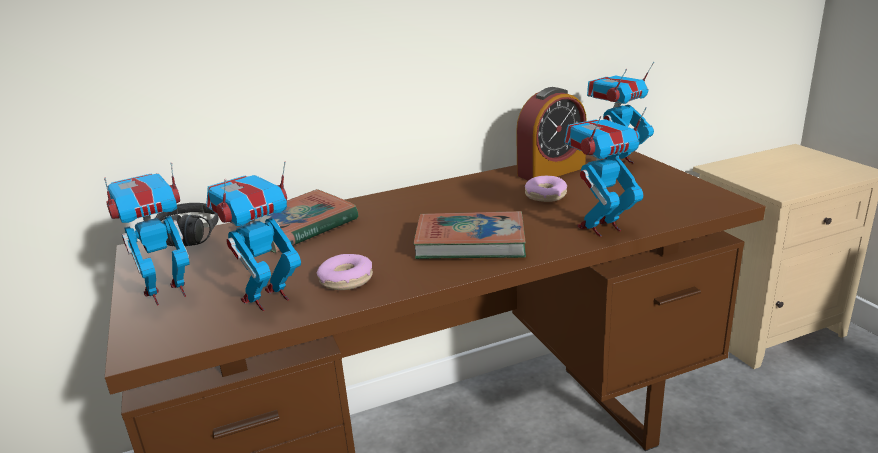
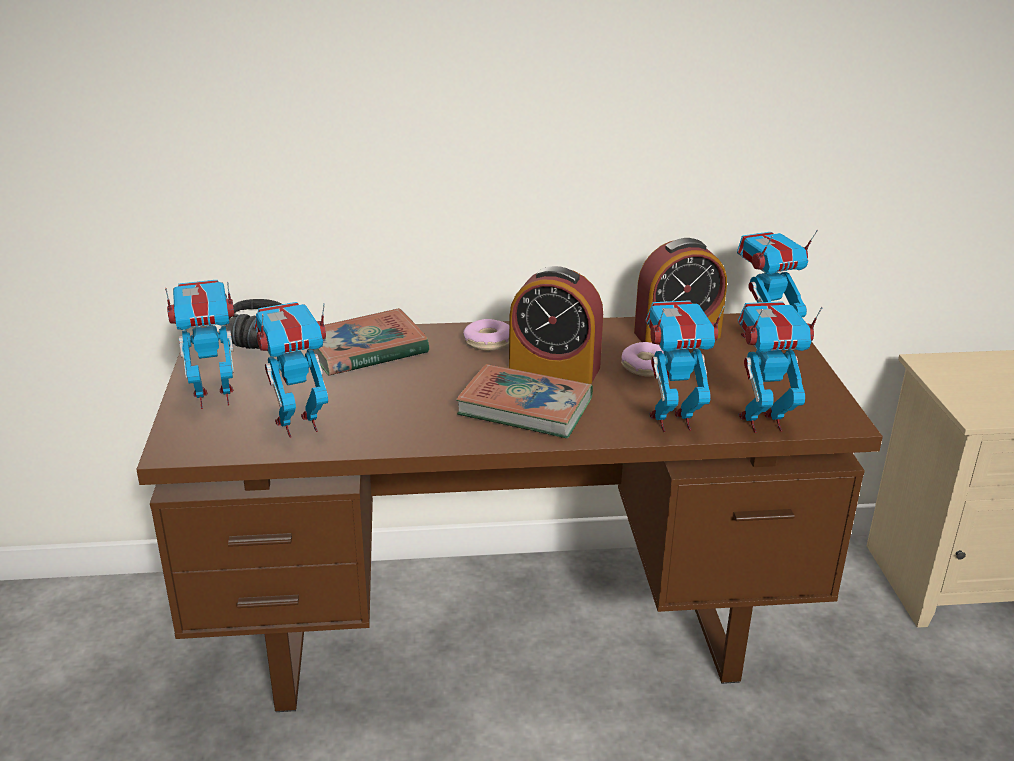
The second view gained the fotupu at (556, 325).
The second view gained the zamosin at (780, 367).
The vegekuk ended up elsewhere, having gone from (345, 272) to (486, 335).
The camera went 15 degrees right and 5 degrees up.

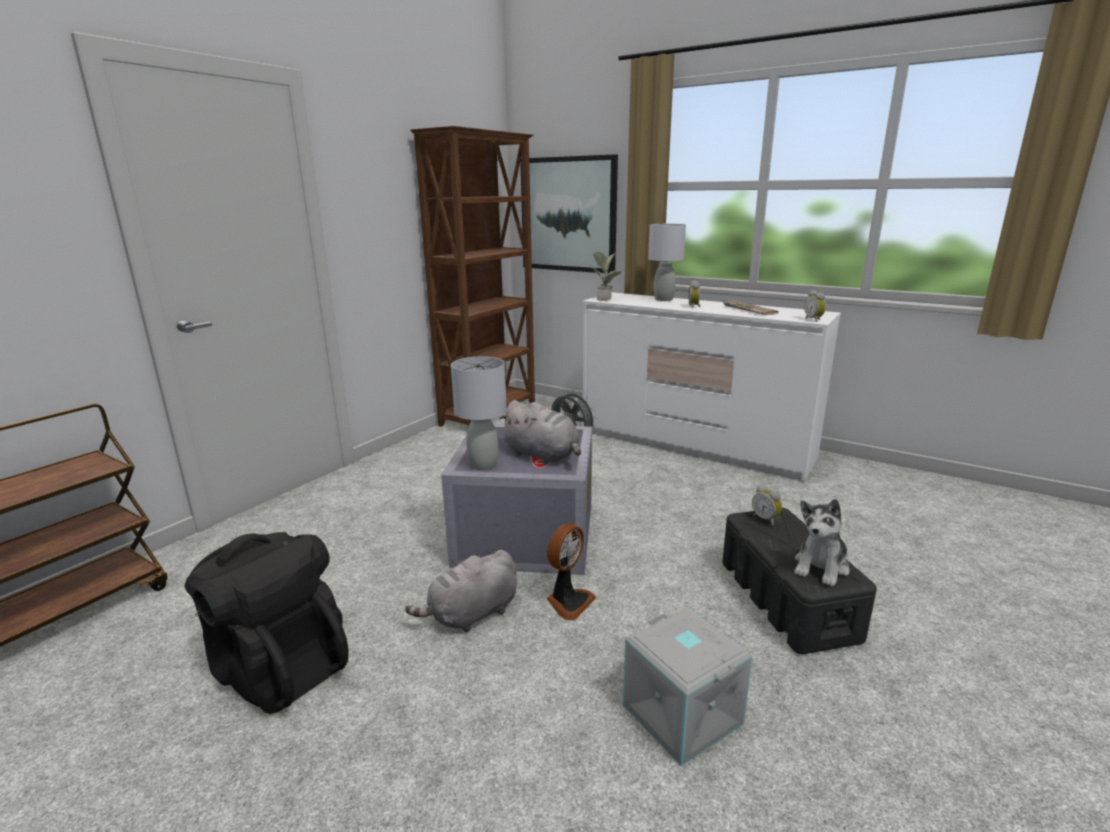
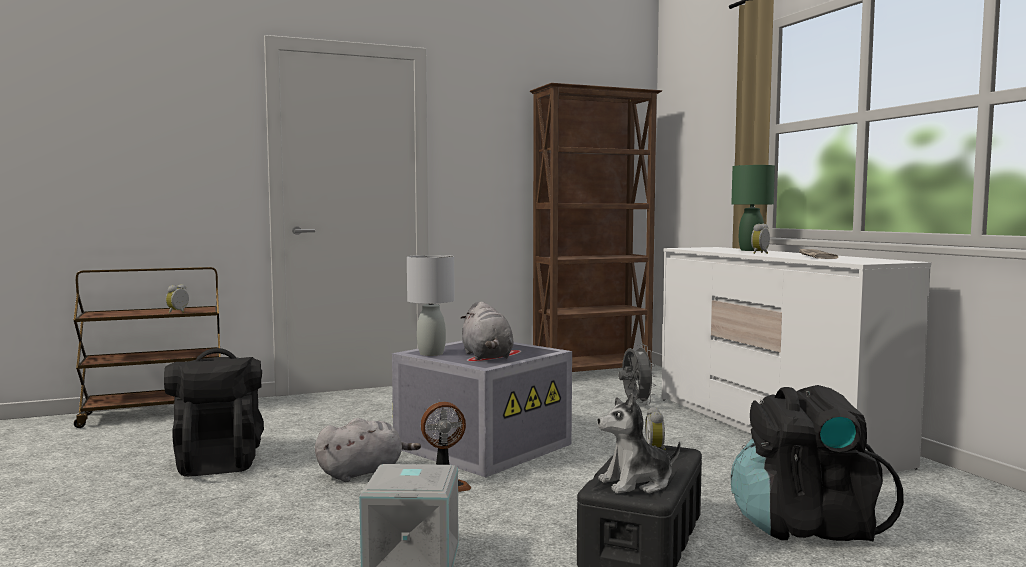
The second view lost the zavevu at (569, 214).
The second view lost the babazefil at (607, 276).
The second view gained the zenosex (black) at (817, 463).
The fotupu ended up elsewhere, having gone from (815, 306) to (177, 298).
What was the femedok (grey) at (667, 262) turned into the femedok (green) at (753, 208).
The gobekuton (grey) at (461, 591) ended up facing another way, 150 degrees clockwise from before.
The camera went 35 degrees right and 15 degrees down.

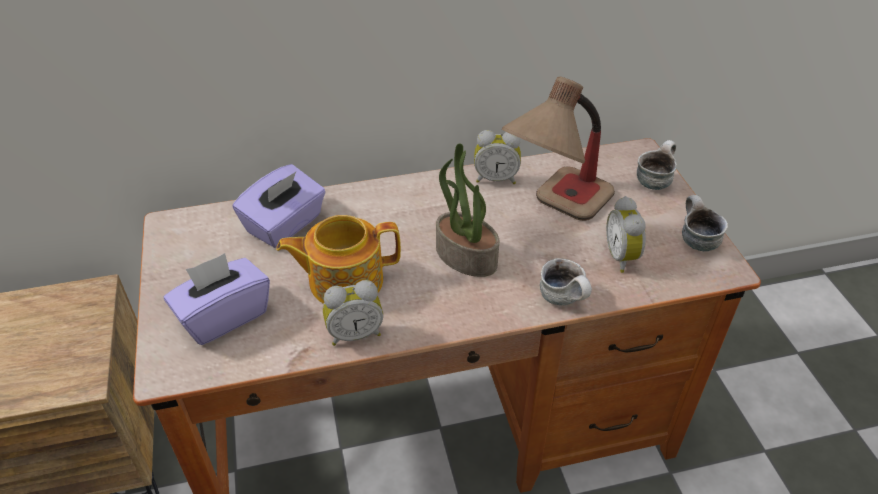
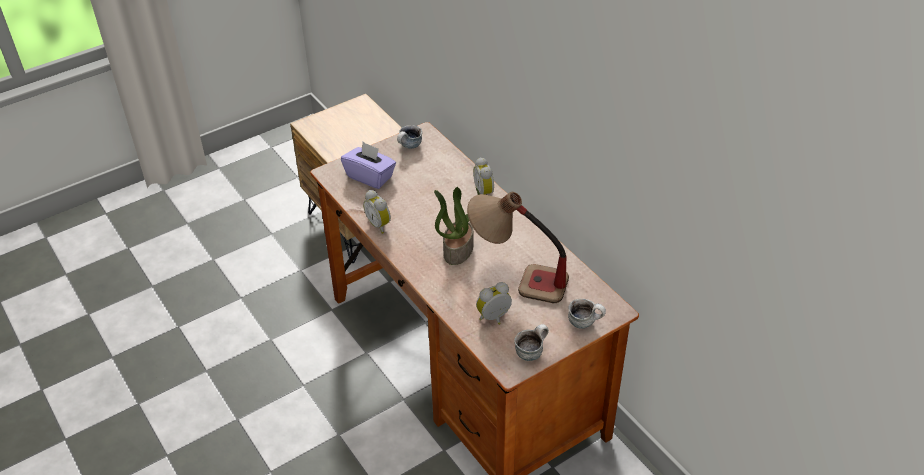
The second view lost the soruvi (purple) at (279, 206).
The second view lost the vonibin at (338, 259).
The fotupu ended up elsewhere, having gone from (497, 157) to (483, 176).
The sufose ended up elsewhere, having gone from (566, 281) to (409, 137).
The camera went 70 degrees right and 0 degrees up.

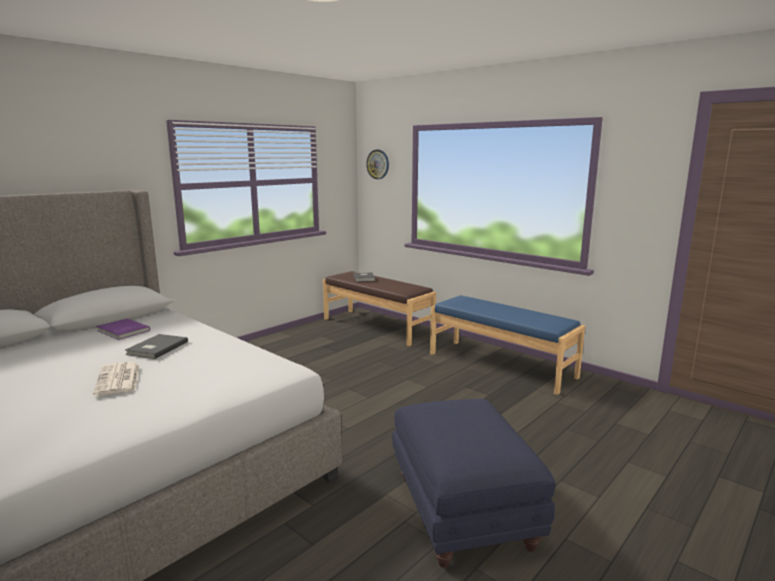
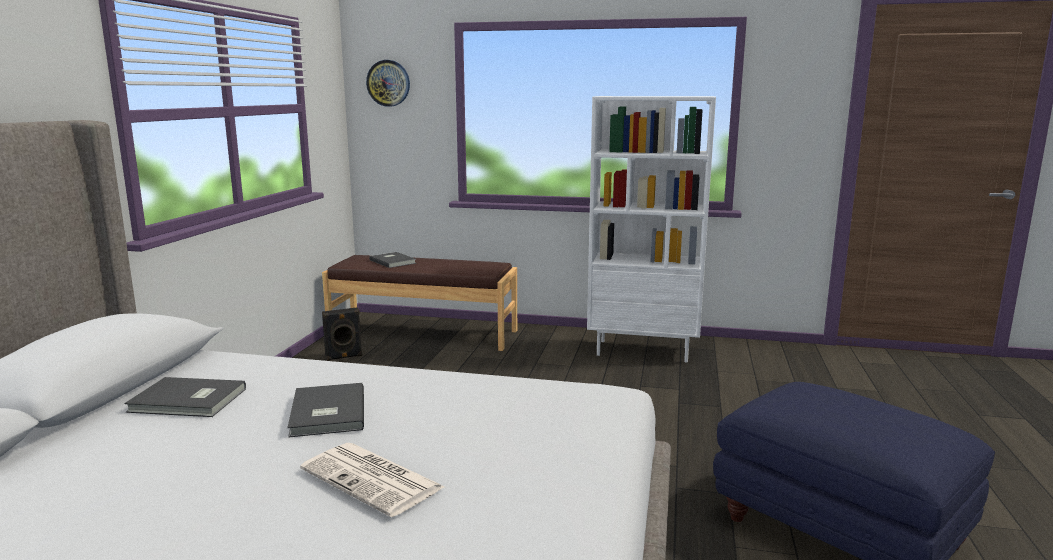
The second view gained the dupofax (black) at (342, 334).
Where the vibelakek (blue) stood at (507, 345), the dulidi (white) came to stand at (651, 229).
What was the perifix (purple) at (123, 329) turned into the perifix (grey) at (185, 397).
The camera went 30 degrees left and 0 degrees up.

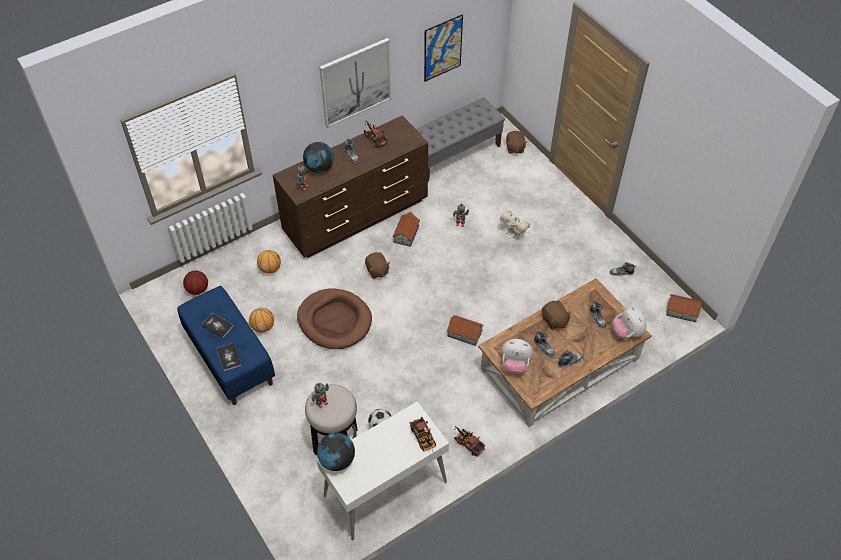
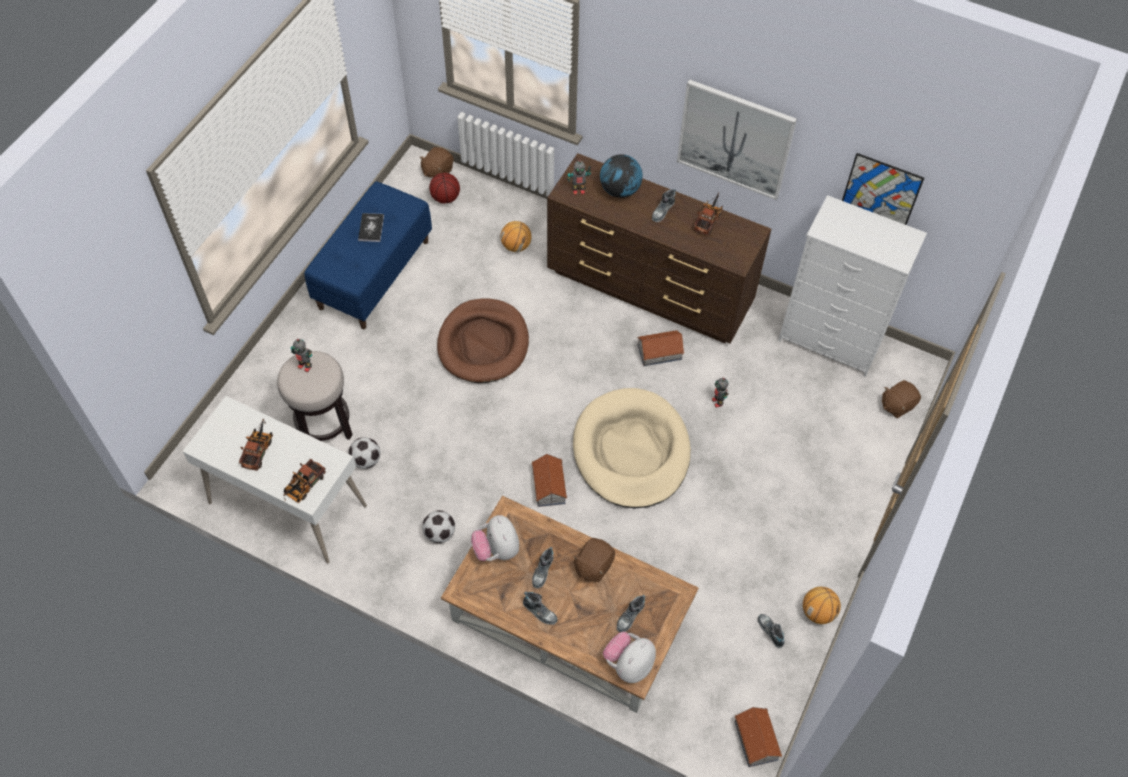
The second view lost the perifix at (228, 357).
The second view lost the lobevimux at (336, 452).
The second view lost the zamosin at (515, 225).
The second view gained the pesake at (438, 526).
The second view gained the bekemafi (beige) at (632, 448).
The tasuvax ended up elsewhere, having gone from (261, 320) to (822, 605).
The gobekuton (brown) ended up elsewhere, having gone from (377, 265) to (436, 162).
The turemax ended up elsewhere, having gone from (469, 441) to (256, 445).
Where the vibelakek (grey) stood at (460, 139), the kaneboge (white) came to stand at (852, 286).
The camera went 60 degrees right and 5 degrees up.

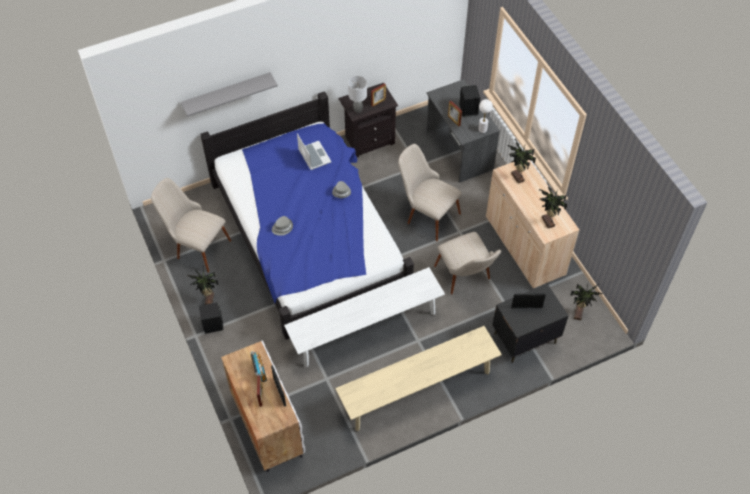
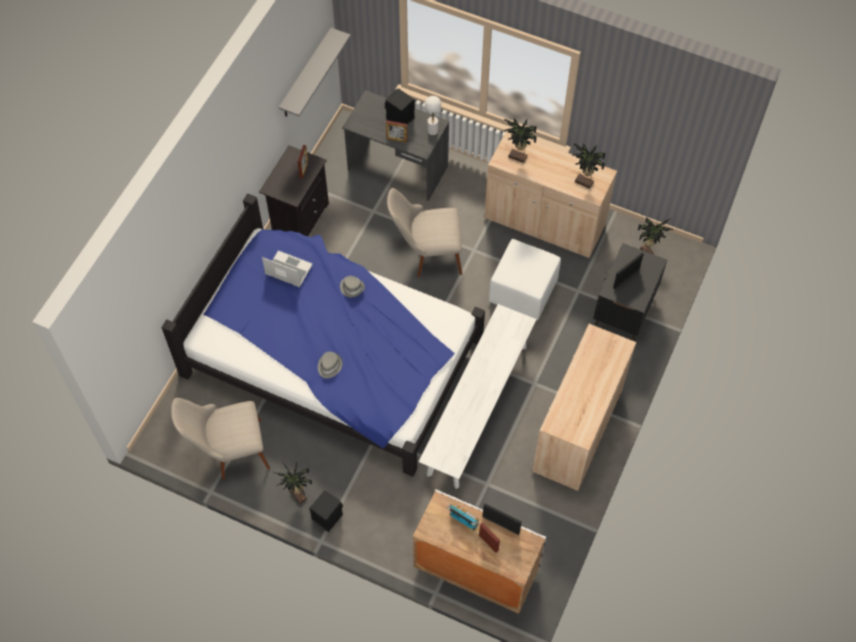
The second view lost the femedok (grey) at (357, 94).
The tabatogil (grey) ended up elsewhere, having gone from (229, 94) to (314, 72).
Where the vibelakek (beige) stood at (418, 378), the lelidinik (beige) came to stand at (584, 407).
Where the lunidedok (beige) stood at (467, 263), the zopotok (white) came to stand at (525, 280).
The camera went 40 degrees left and 5 degrees up.

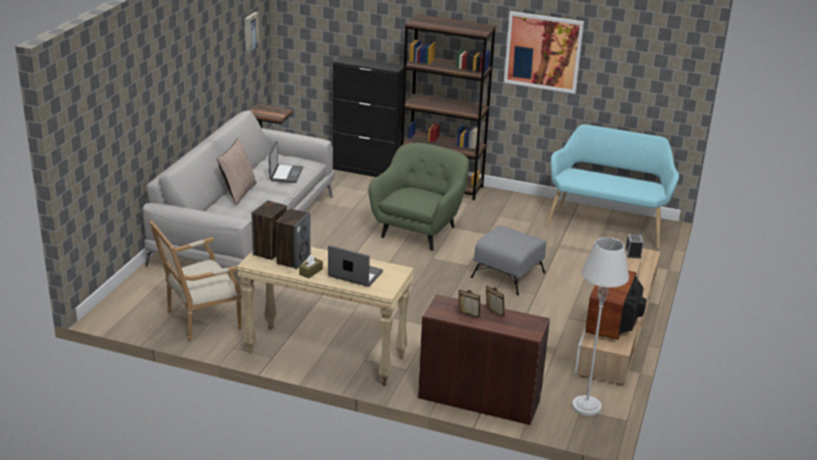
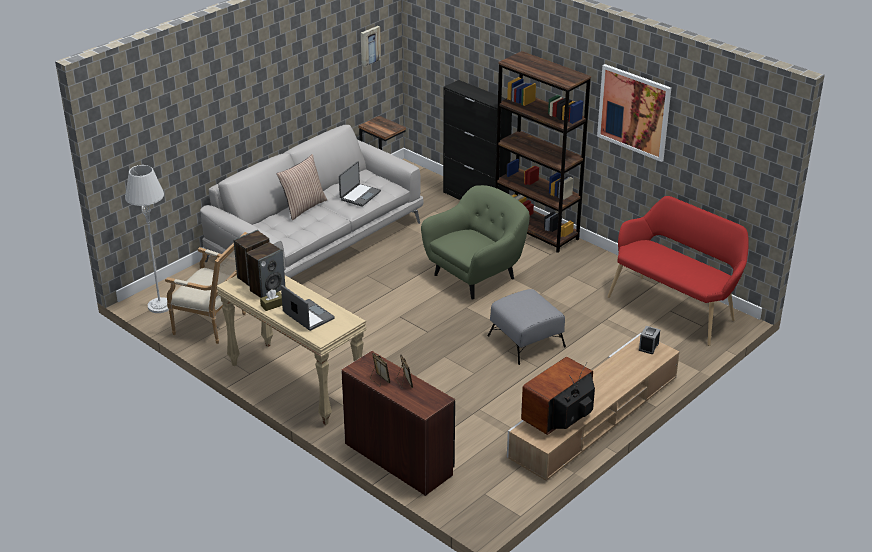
The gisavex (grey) ended up elsewhere, having gone from (600, 326) to (147, 239).
What was the vibelakek (turquoise) at (612, 186) turned into the vibelakek (red) at (678, 271).
The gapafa at (195, 280) ended up facing another way, 150 degrees counterclockwise from before.
The camera went 25 degrees right and 5 degrees up.

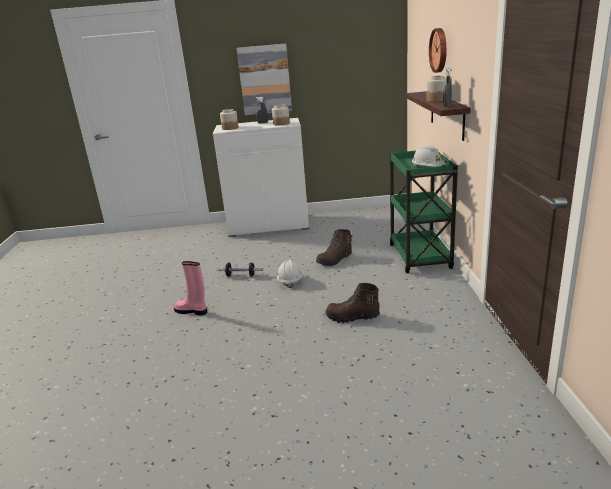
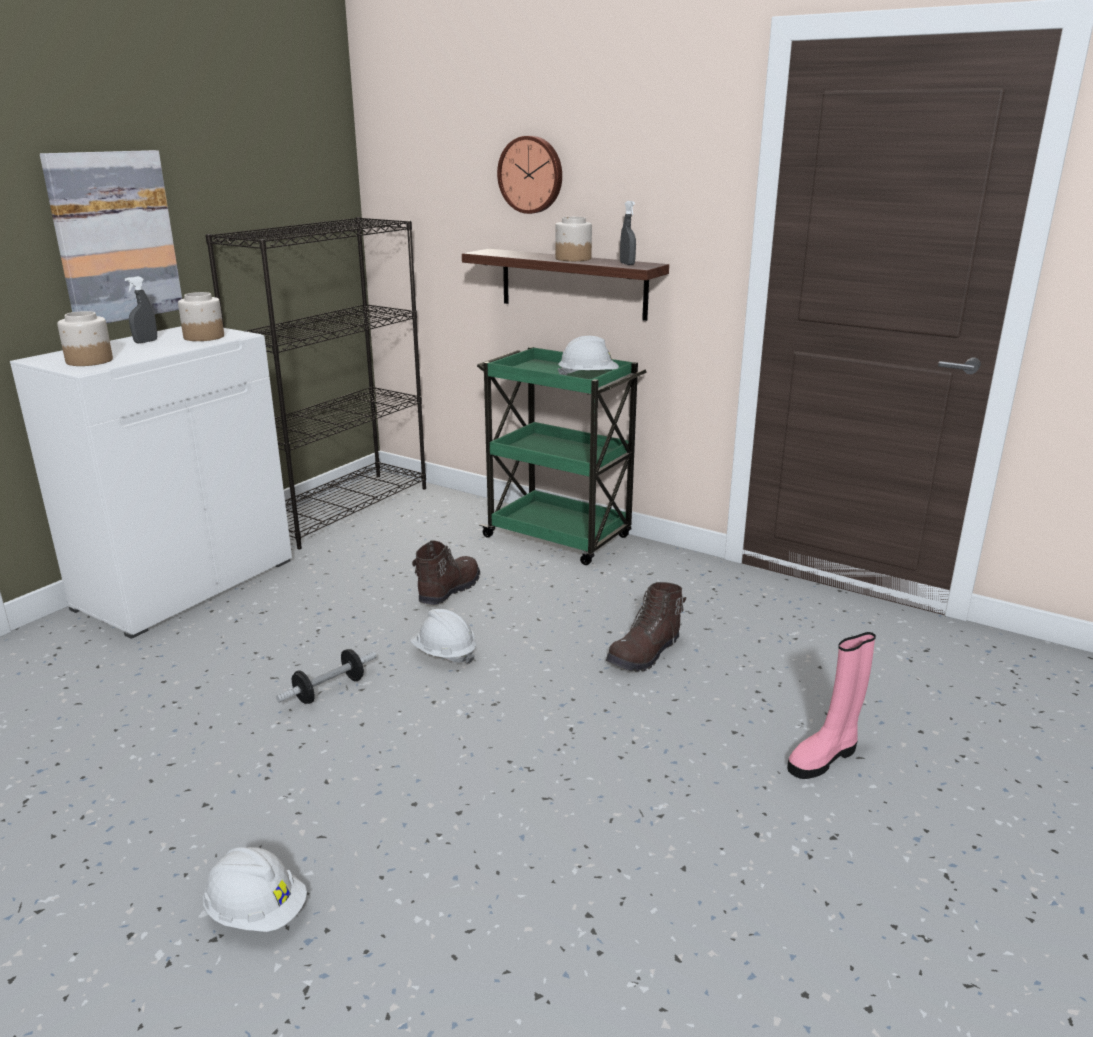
The second view gained the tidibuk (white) at (254, 889).
The second view gained the dulidi (black) at (315, 383).
The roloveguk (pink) ended up elsewhere, having gone from (190, 288) to (831, 705).
The roloveguk (brown) at (334, 247) ended up facing another way, 150 degrees counterclockwise from before.
The camera went 55 degrees left and 0 degrees up.

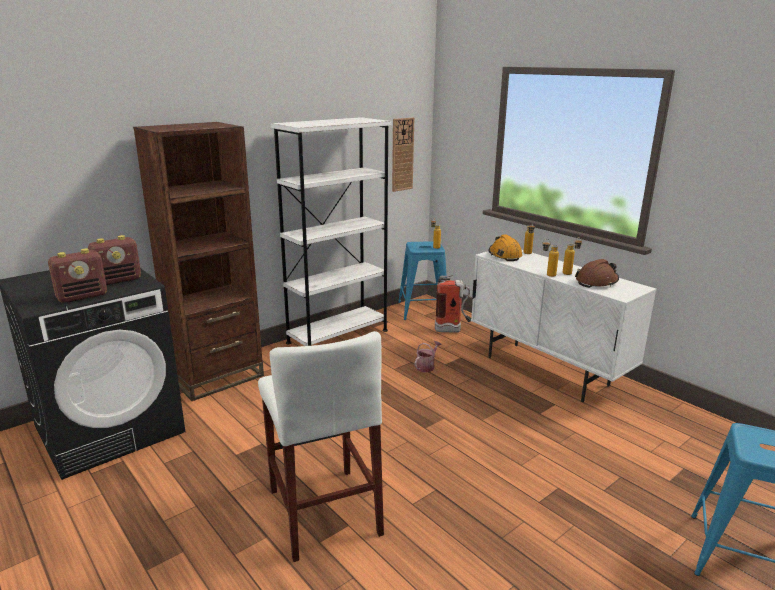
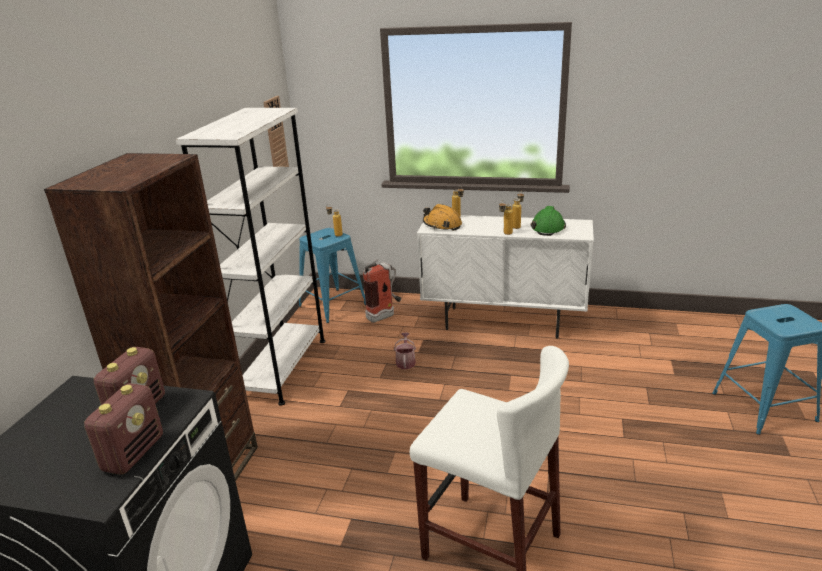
What was the tidibuk (brown) at (597, 273) turned into the tidibuk (green) at (548, 221).
The camera went 35 degrees left and 5 degrees up.

